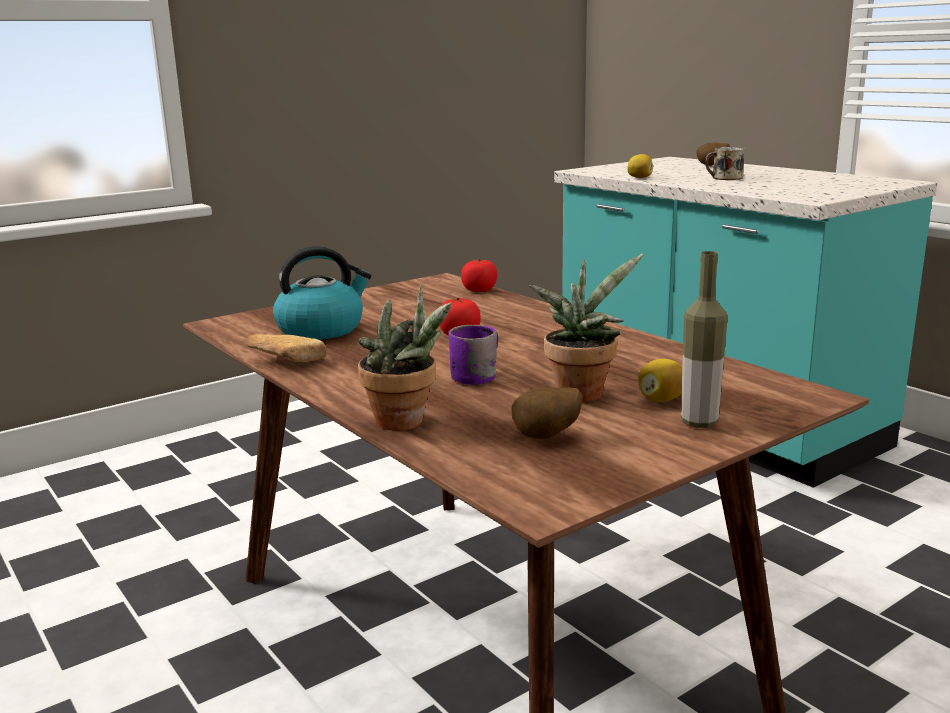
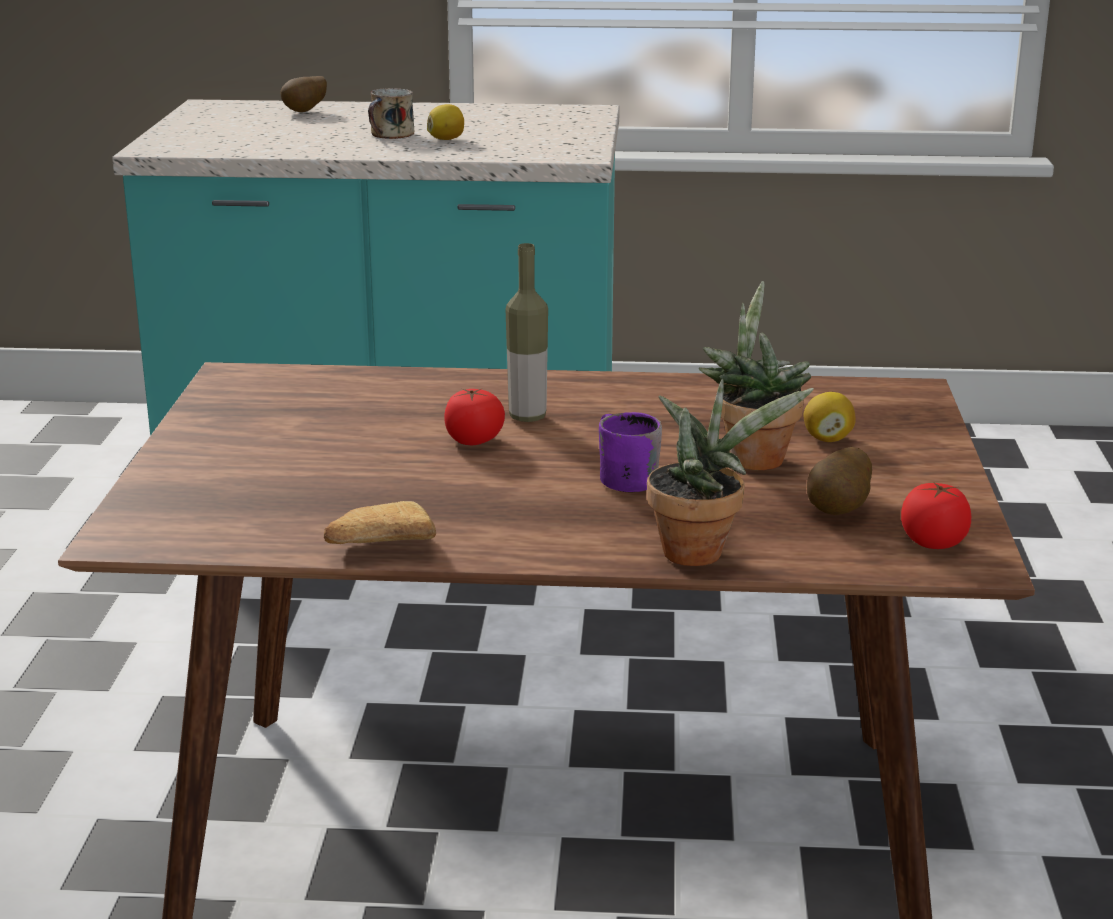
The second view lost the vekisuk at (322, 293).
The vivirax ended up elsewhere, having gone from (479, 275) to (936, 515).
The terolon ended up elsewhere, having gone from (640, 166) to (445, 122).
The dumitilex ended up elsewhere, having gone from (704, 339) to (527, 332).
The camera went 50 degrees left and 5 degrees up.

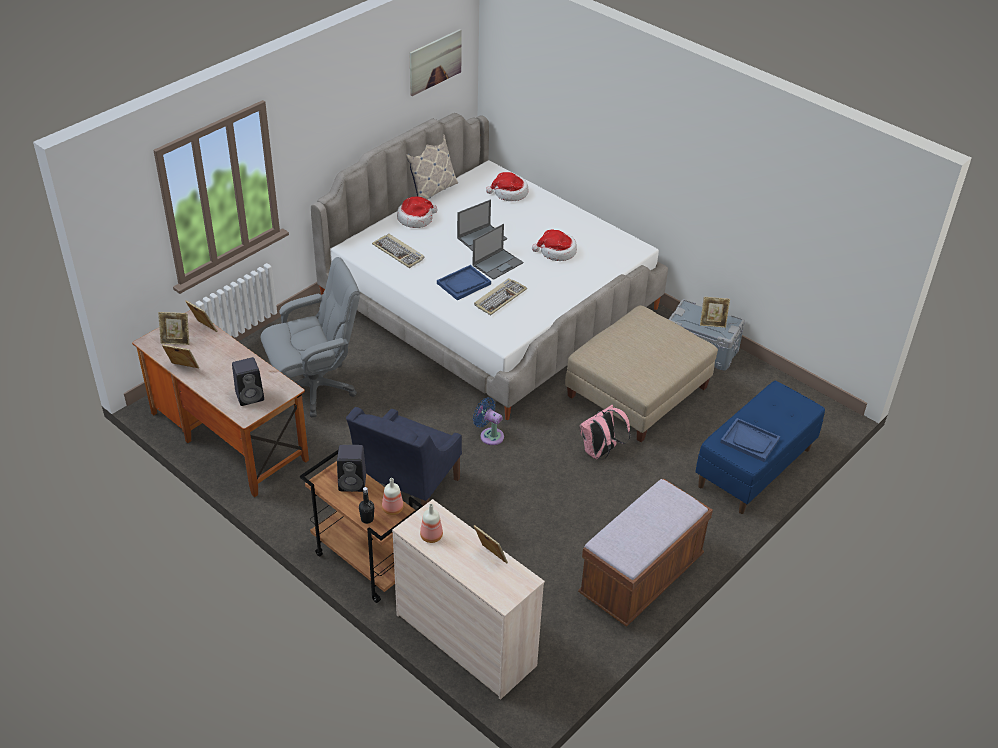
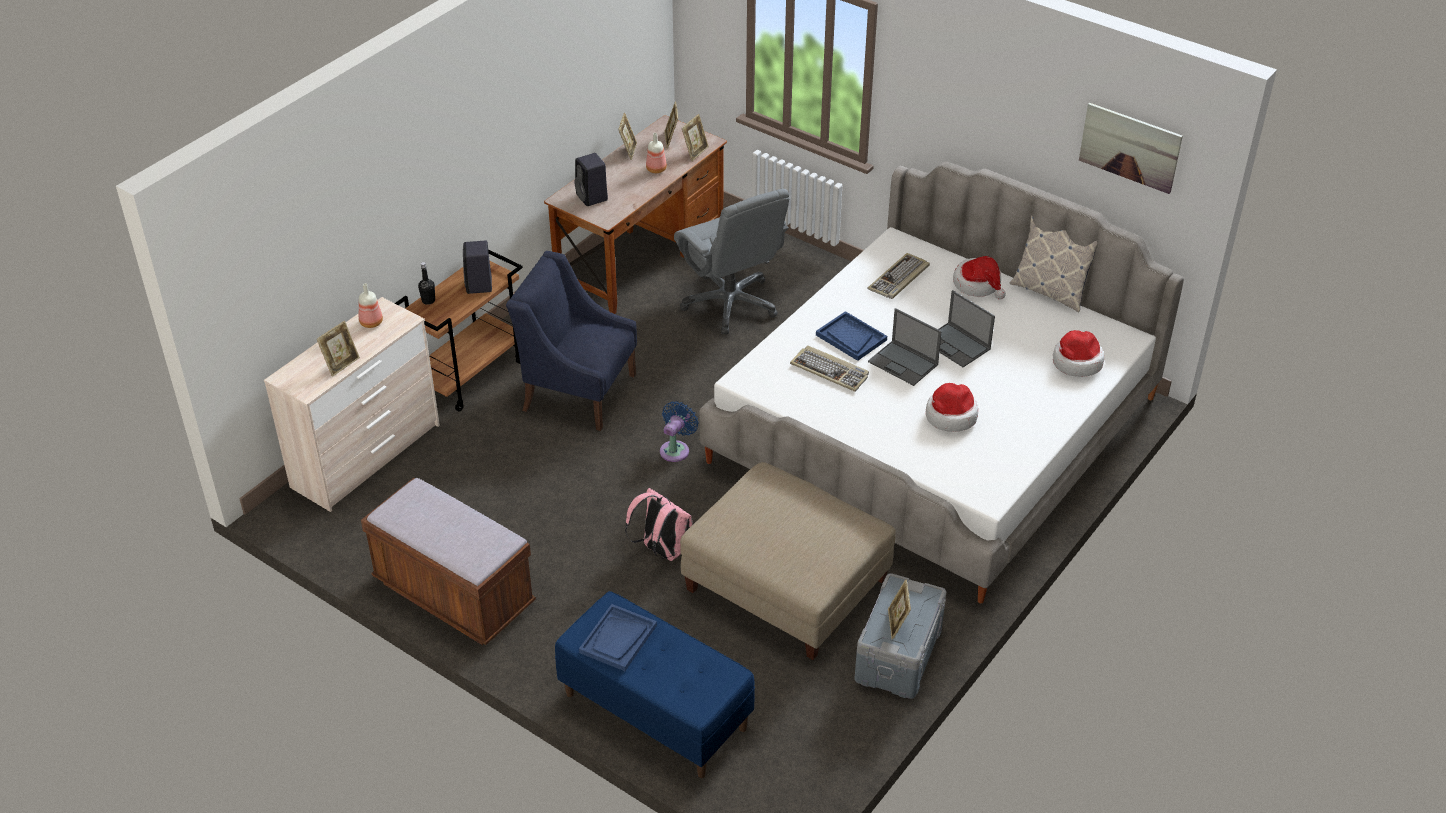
The dumitilex ended up elsewhere, having gone from (393, 496) to (656, 153).
The camera went 85 degrees right and 0 degrees up.

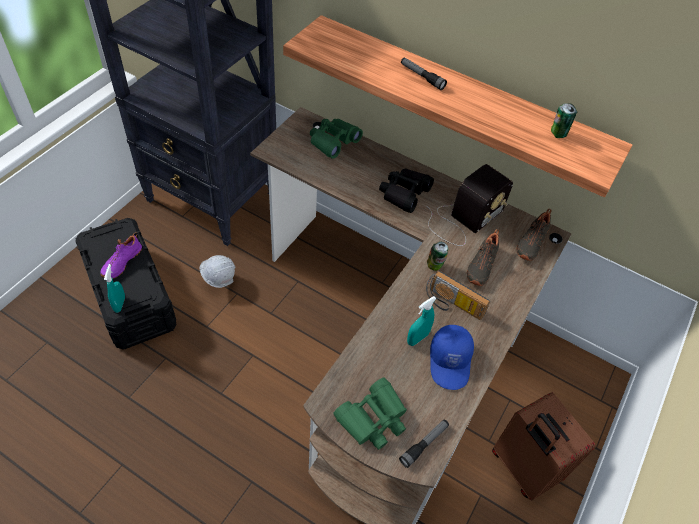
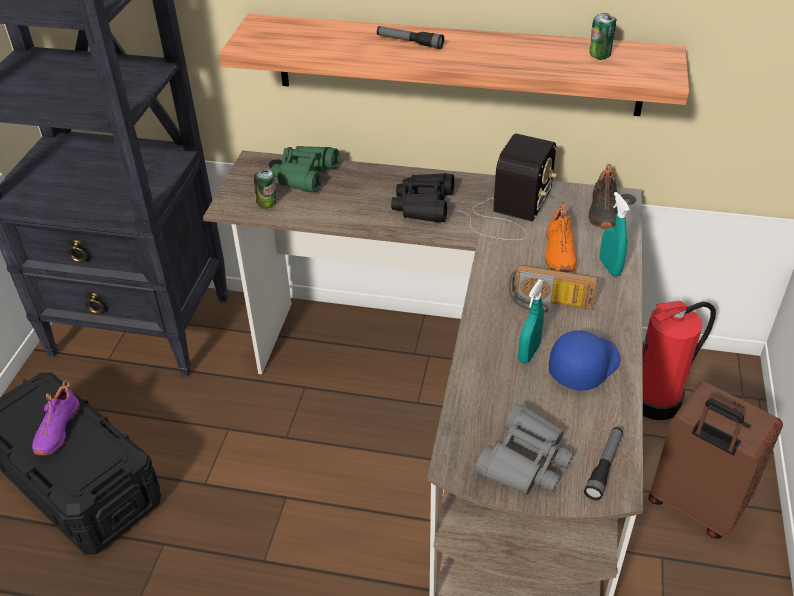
The second view lost the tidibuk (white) at (217, 271).
The second view gained the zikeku at (679, 360).
The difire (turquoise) ended up elsewhere, having gone from (114, 288) to (615, 234).
The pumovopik ended up elsewhere, having gone from (437, 256) to (265, 188).
What was the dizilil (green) at (370, 413) turned into the dizilil (grey) at (524, 448).
What was the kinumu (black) at (483, 257) turned into the kinumu (orange) at (561, 237).
The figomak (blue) at (452, 357) ended up facing another way, 120 degrees counterclockwise from before.
The camera went 15 degrees left and 10 degrees down.

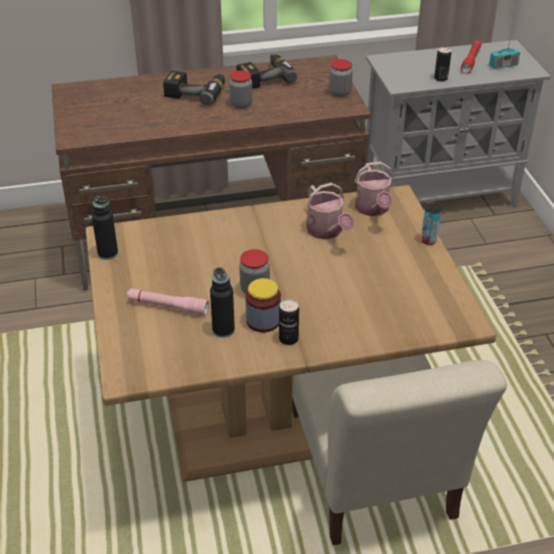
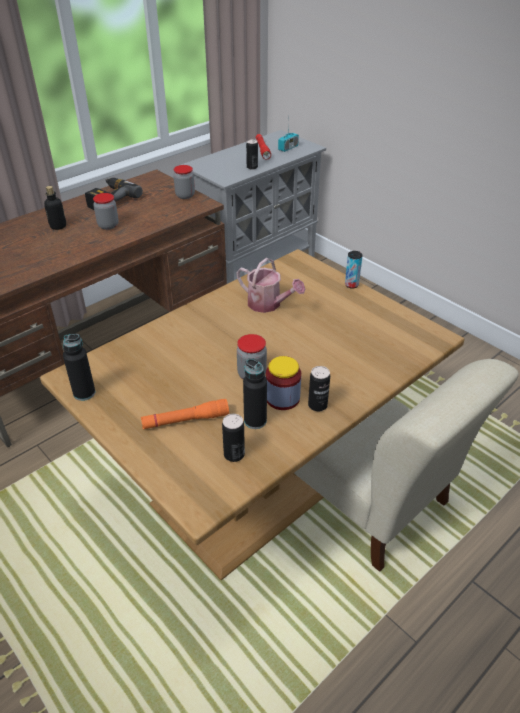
The second view lost the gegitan at (374, 189).
The second view gained the pumovopik at (233, 438).
Where the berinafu stood at (194, 88), the dumitilex came to stand at (55, 208).
What was the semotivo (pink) at (168, 301) turned into the semotivo (orange) at (185, 414).
The camera went 30 degrees left and 0 degrees up.

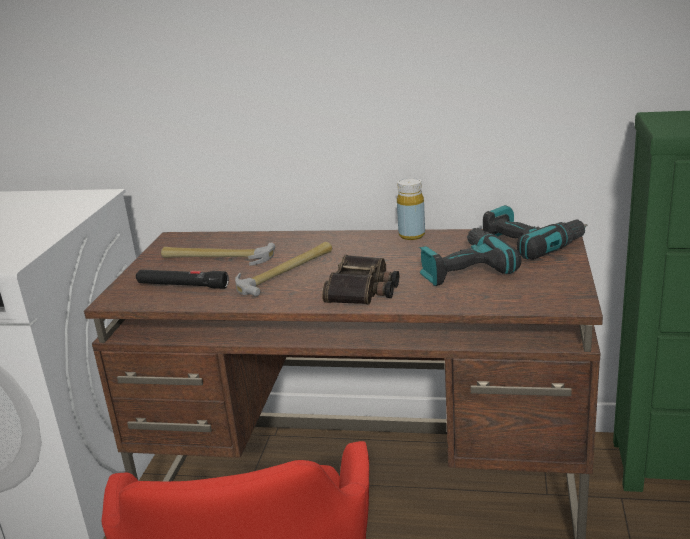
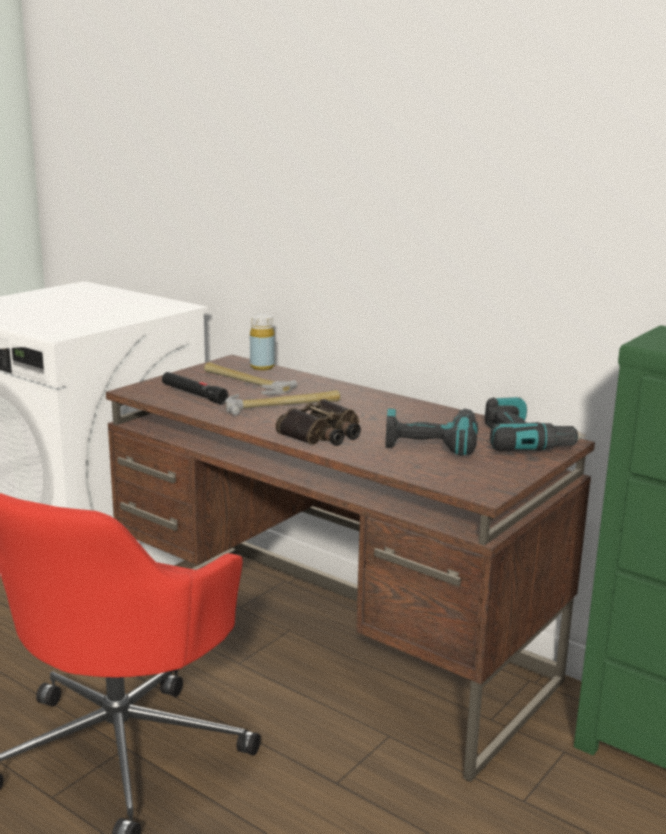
The dumitilex (yellow) ended up elsewhere, having gone from (411, 209) to (262, 342).
The camera went 25 degrees right and 5 degrees down.

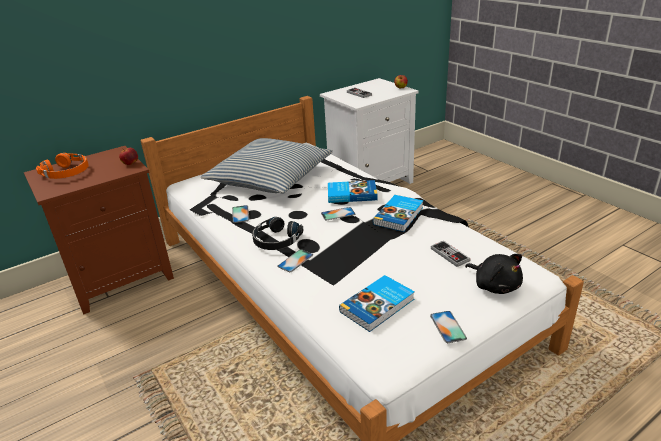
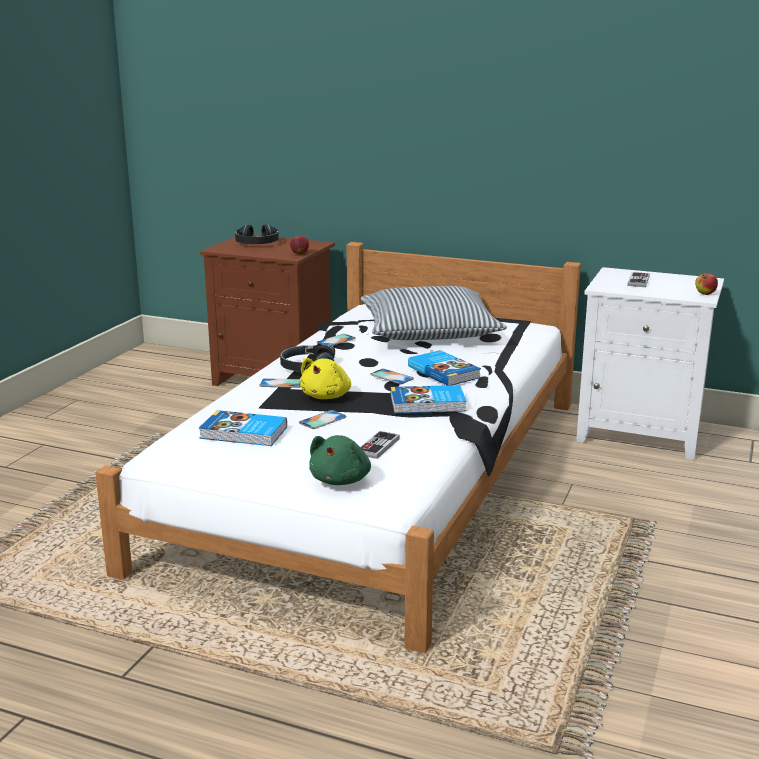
The second view gained the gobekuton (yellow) at (325, 378).
The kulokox ended up elsewhere, having gone from (448, 327) to (323, 419).
What was the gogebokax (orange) at (62, 166) turned into the gogebokax (black) at (257, 234).
What was the gobekuton (black) at (494, 274) turned into the gobekuton (green) at (340, 460).
The camera went 55 degrees right and 10 degrees down.

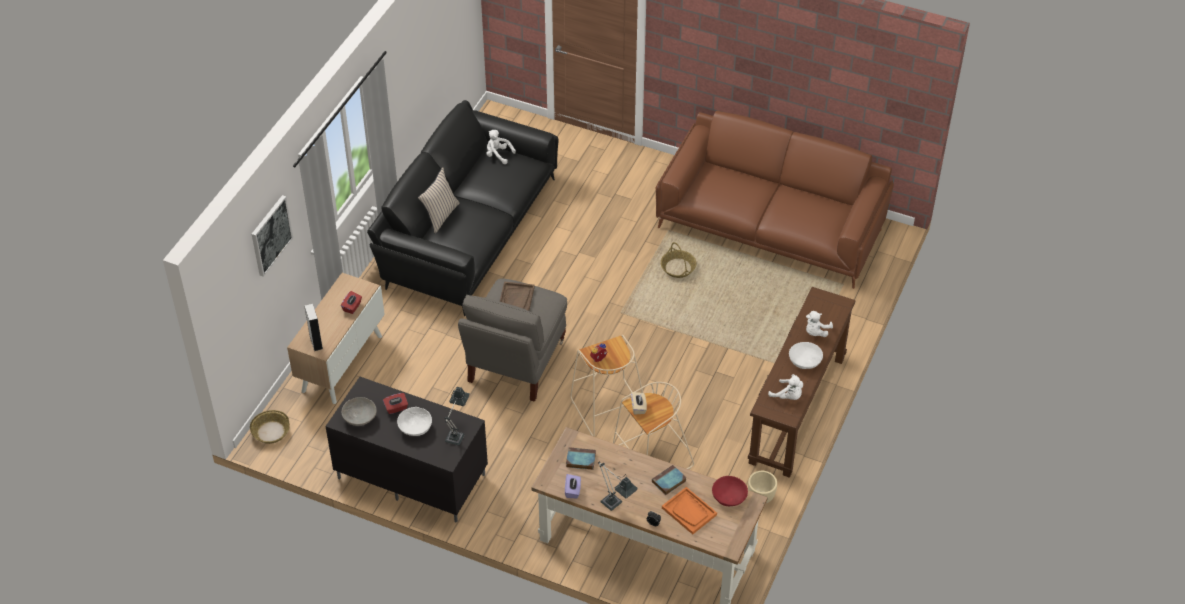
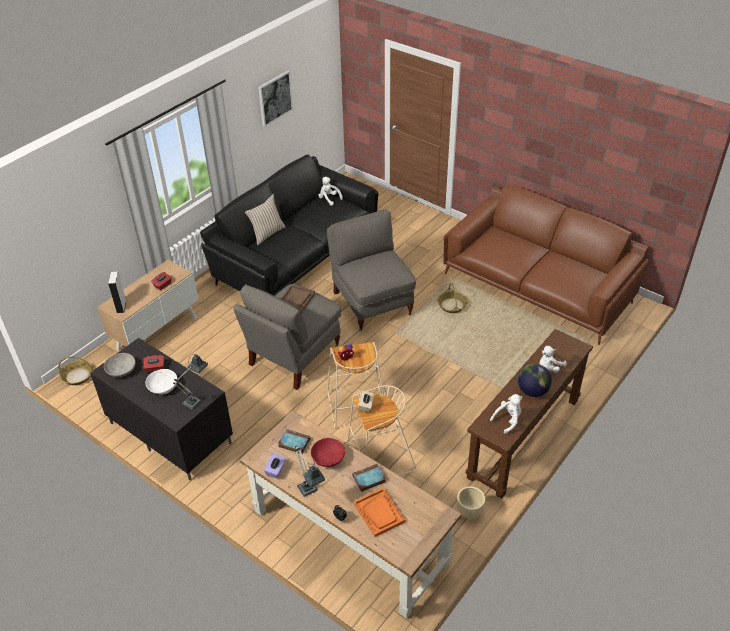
The second view gained the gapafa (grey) at (371, 270).
The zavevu ended up elsewhere, having gone from (272, 236) to (275, 98).
The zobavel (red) ended up elsewhere, having gone from (730, 491) to (328, 452).
Where the zobavel (white) stood at (806, 355), the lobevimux came to stand at (535, 380).
The gobekuton (white) at (785, 387) ended up facing another way, 90 degrees counterclockwise from before.
The camera went 15 degrees right and 5 degrees down.

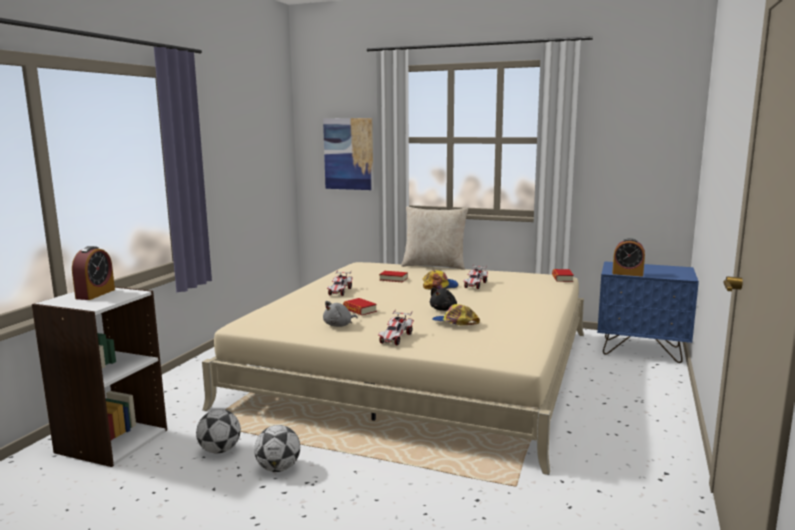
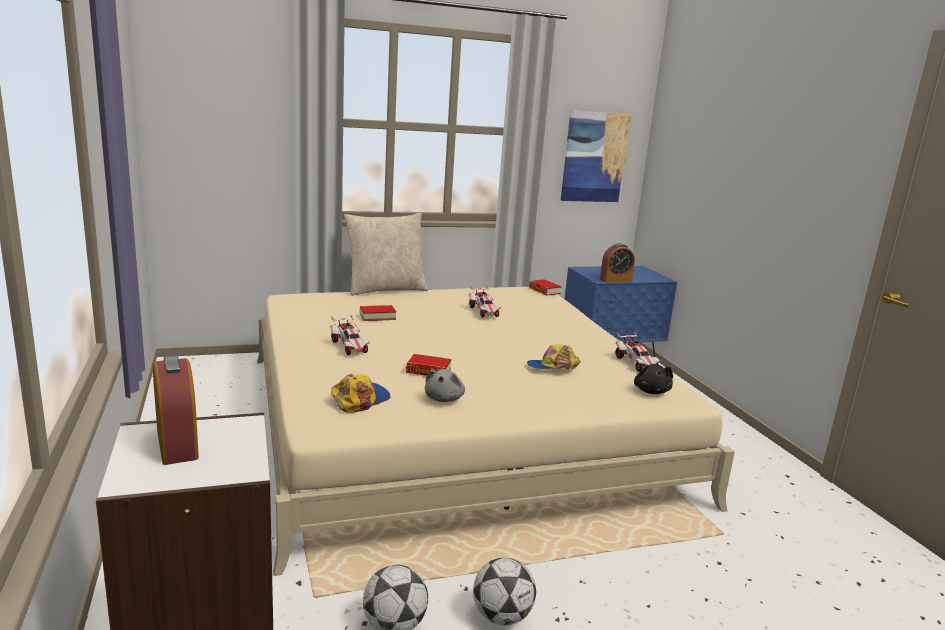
The zavevu ended up elsewhere, having gone from (348, 154) to (596, 156).
The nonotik ended up elsewhere, having gone from (396, 327) to (638, 352).
The figomak ended up elsewhere, having gone from (440, 280) to (361, 393).
The gobekuton (black) ended up elsewhere, having gone from (443, 299) to (653, 379).
The camera went 40 degrees left and 5 degrees up.

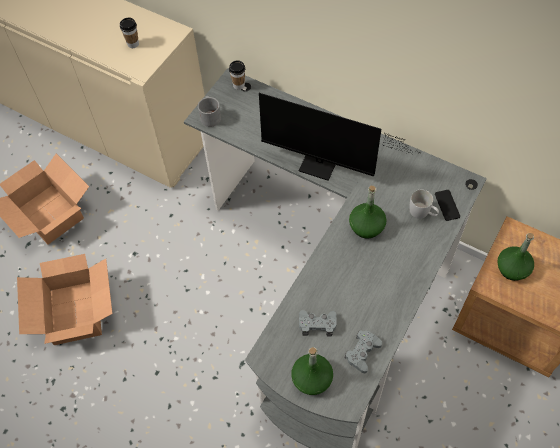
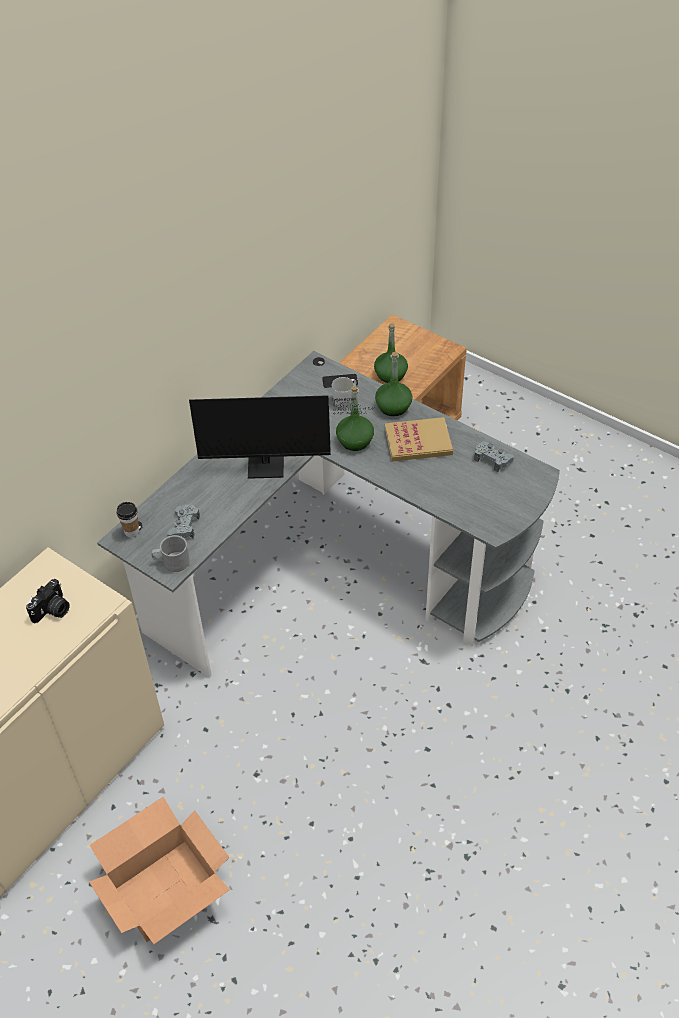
The second view lost the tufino at (64, 299).
The second view gained the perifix at (419, 439).
The dumitilex (green) ended up elsewhere, having gone from (312, 371) to (393, 384).
The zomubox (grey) ended up elsewhere, having gone from (318, 323) to (183, 521).
Where the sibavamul stood at (129, 33), the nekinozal came to stand at (48, 601).
The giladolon at (337, 137) ended up facing another way, 60 degrees clockwise from before.
The camera went 85 degrees left and 10 degrees down.

